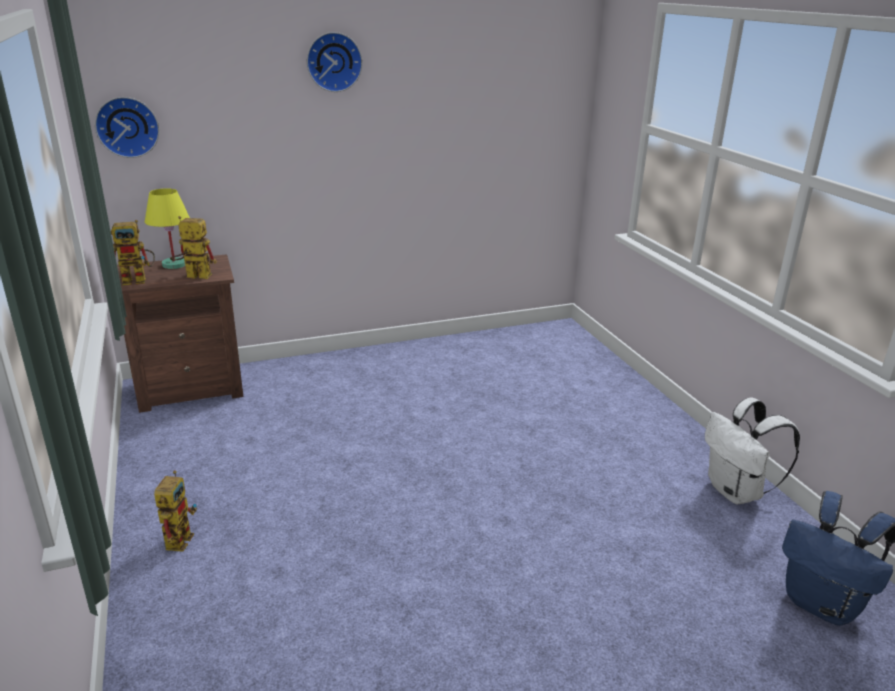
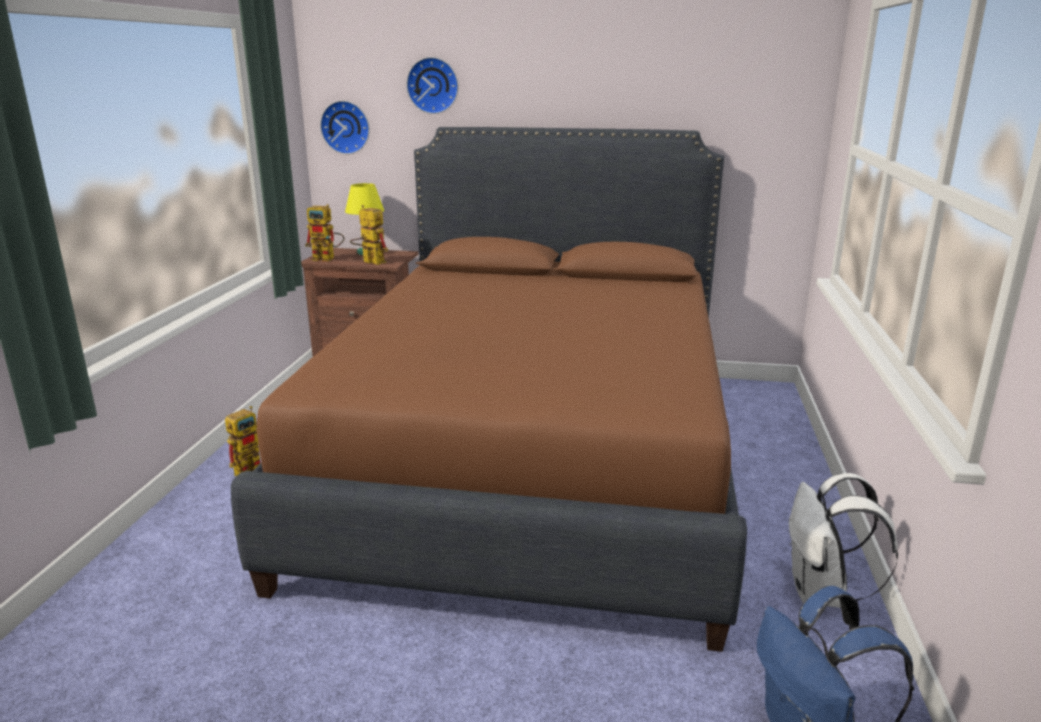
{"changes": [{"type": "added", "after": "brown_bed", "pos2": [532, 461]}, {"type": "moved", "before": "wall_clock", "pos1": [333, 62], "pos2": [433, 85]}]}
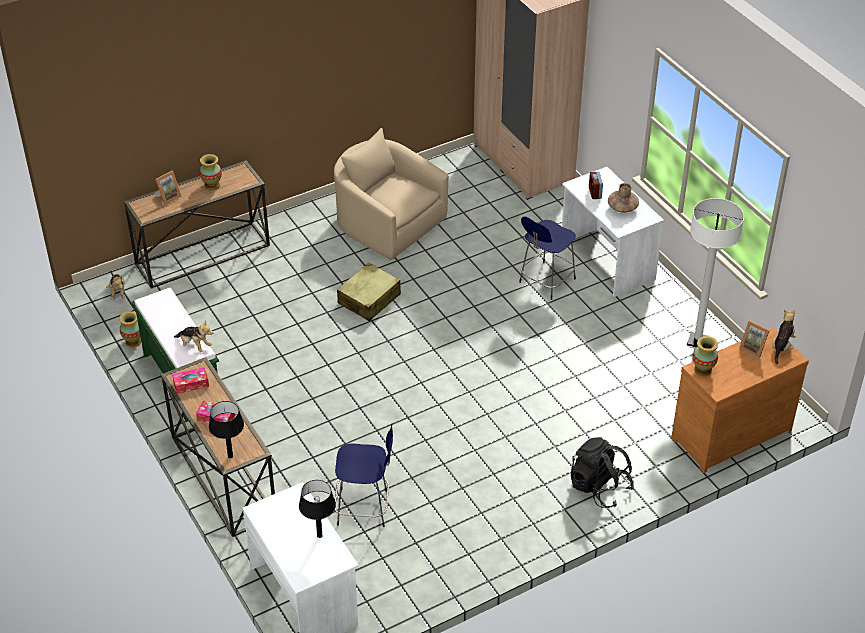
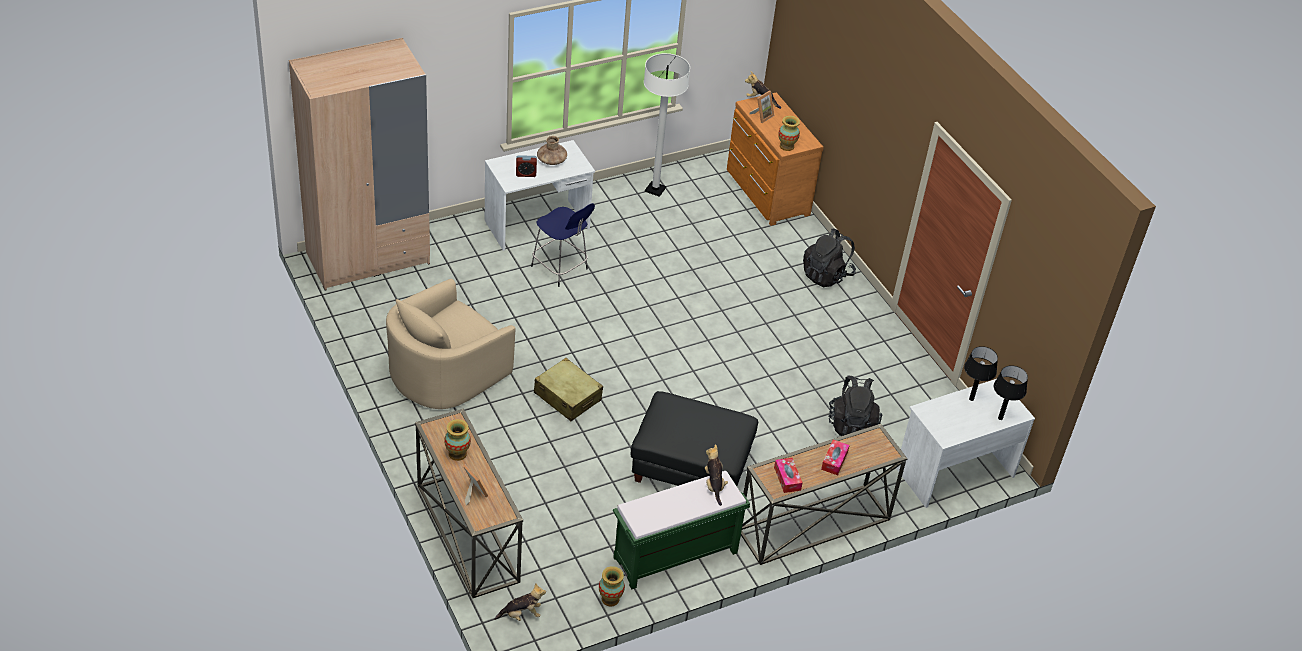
{"changes": [{"type": "added", "after": "black_ottoman", "pos2": [690, 469]}, {"type": "turned", "before": "plush_toy", "pos1": [195, 345], "pos2": [714, 485], "turn": -45}, {"type": "replaced", "before": "blue_stool", "after": "black_backpack", "pos1": [364, 508], "pos2": [852, 424]}, {"type": "moved", "before": "black_table_lamp", "pos1": [230, 456], "pos2": [1000, 418]}]}
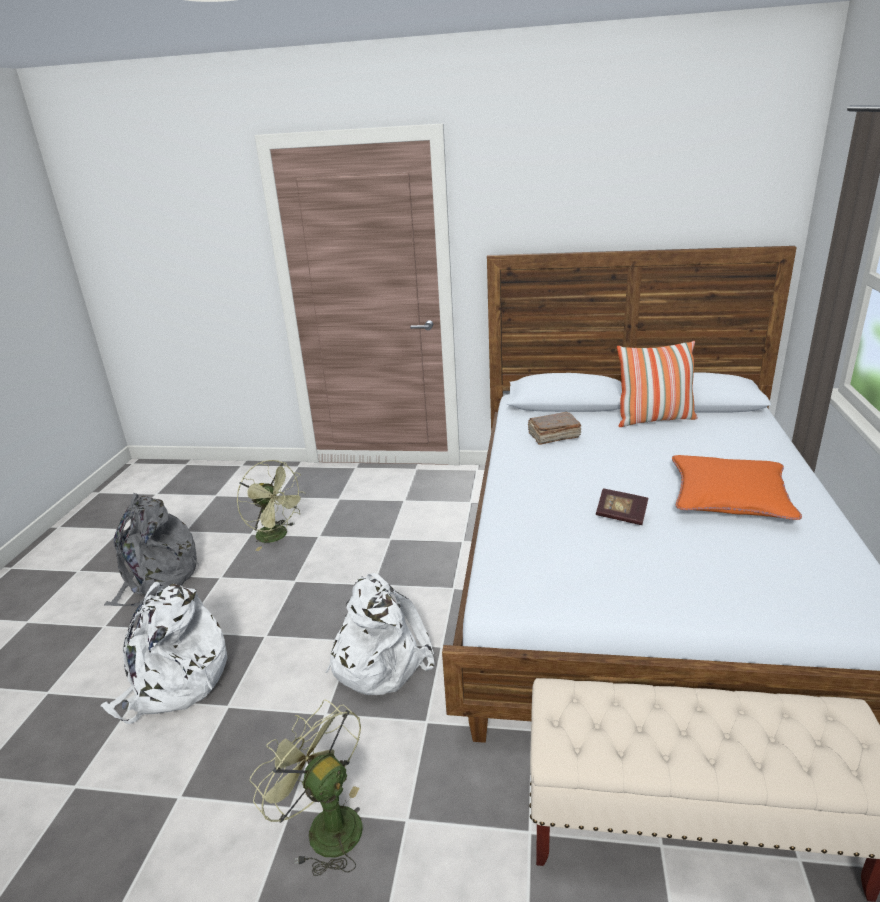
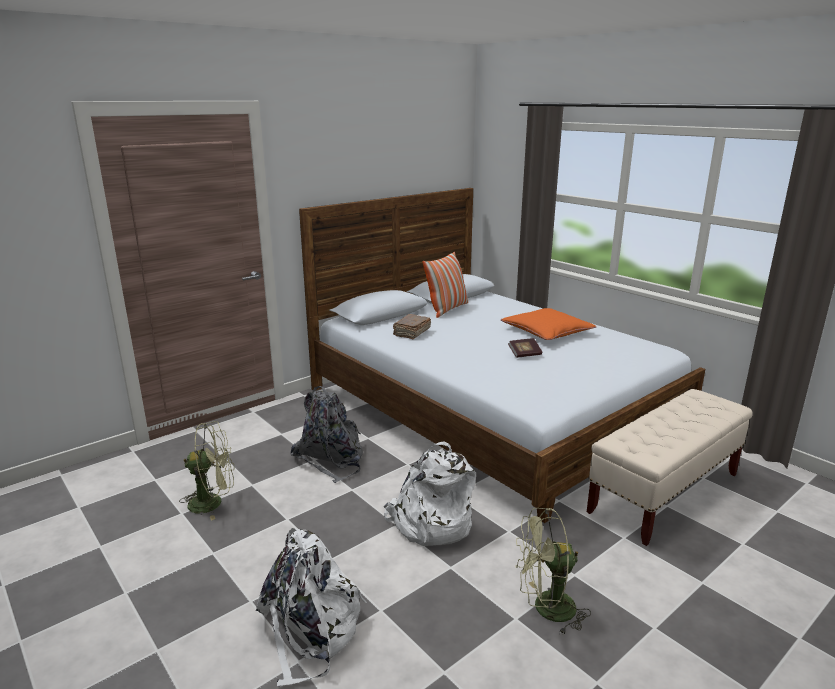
{"changes": [{"type": "moved", "before": "grey_backpack", "pos1": [156, 577], "pos2": [331, 458]}]}
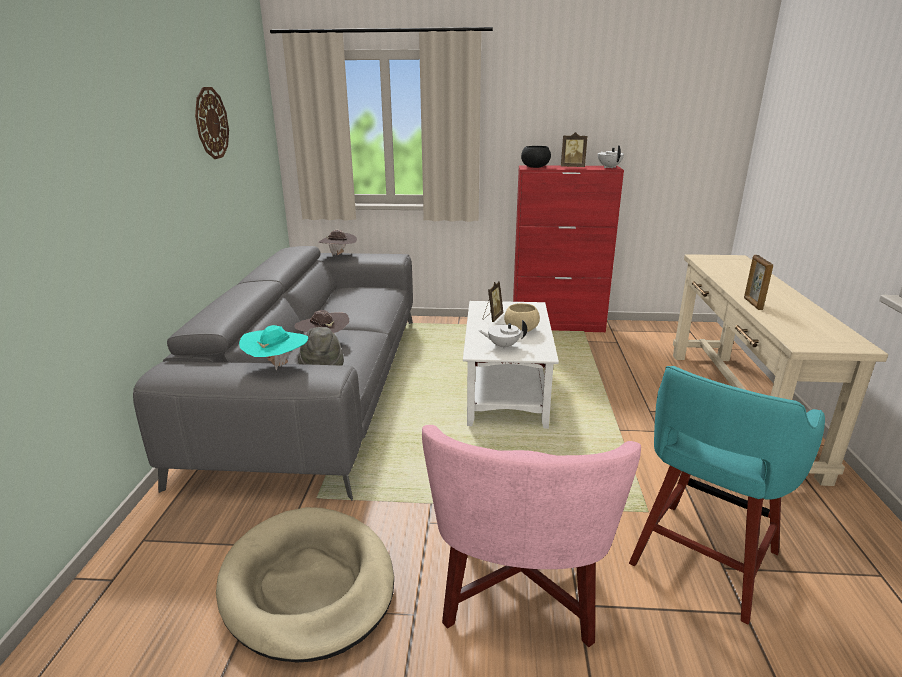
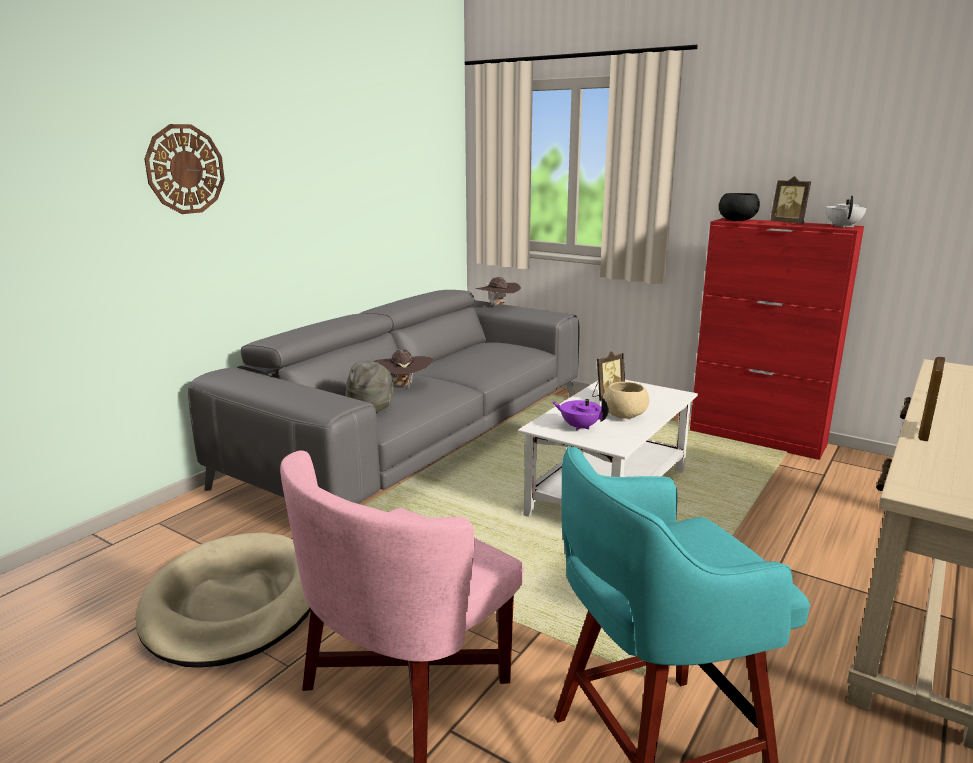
{"changes": [{"type": "moved", "before": "wall_clock", "pos1": [211, 123], "pos2": [185, 169]}, {"type": "recoloured", "before": "white_teapot", "after": "purple_teapot", "pos1": [503, 346], "pos2": [579, 427]}, {"type": "removed", "before": "turquoise_hat", "pos1": [277, 365]}]}
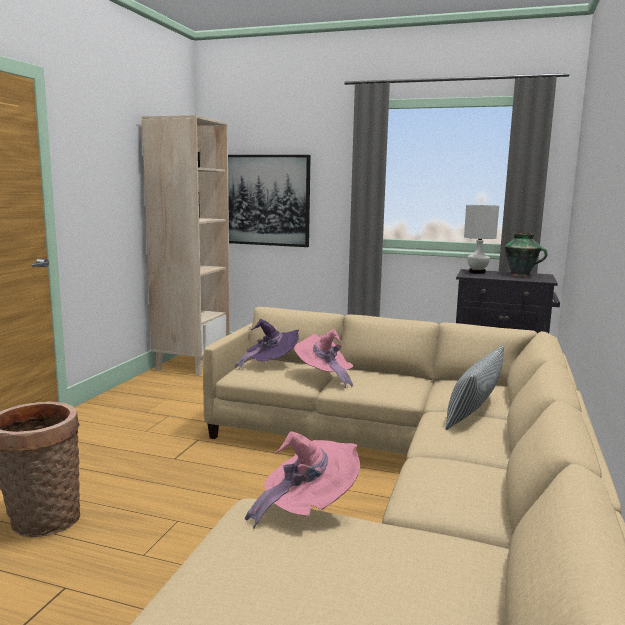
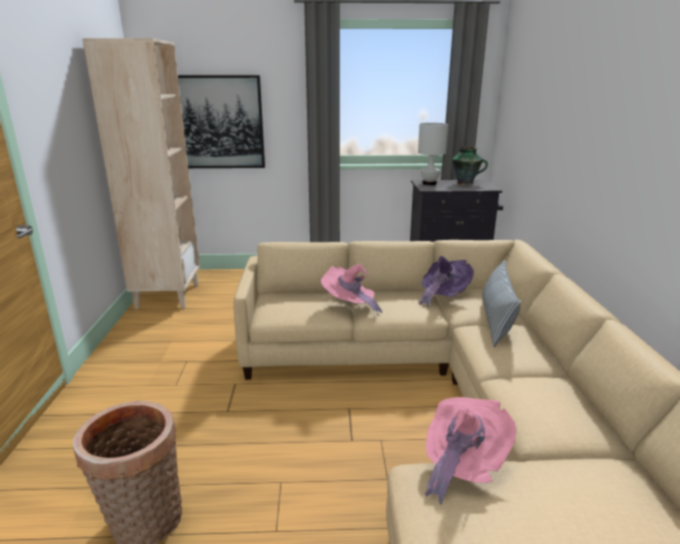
{"changes": [{"type": "moved", "before": "purple_hat", "pos1": [270, 364], "pos2": [443, 295]}]}
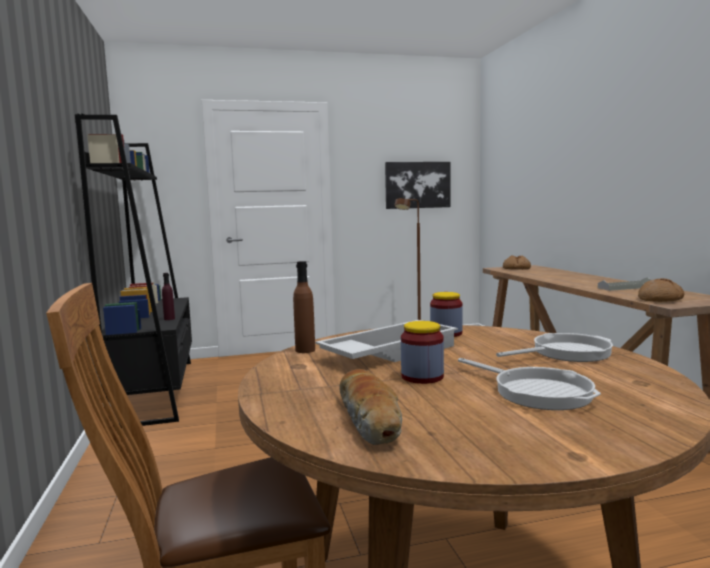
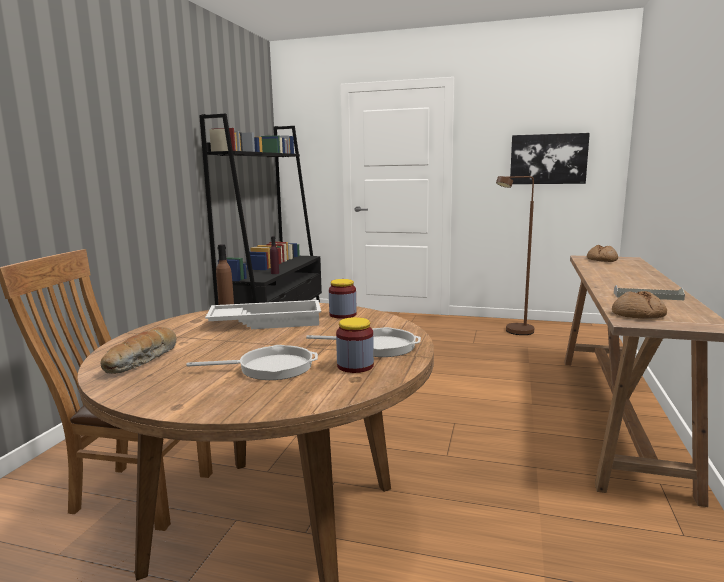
{"changes": [{"type": "turned", "before": "frying_pan", "pos1": [536, 392], "pos2": [270, 367], "turn": -90}, {"type": "moved", "before": "jar", "pos1": [422, 377], "pos2": [355, 366]}]}
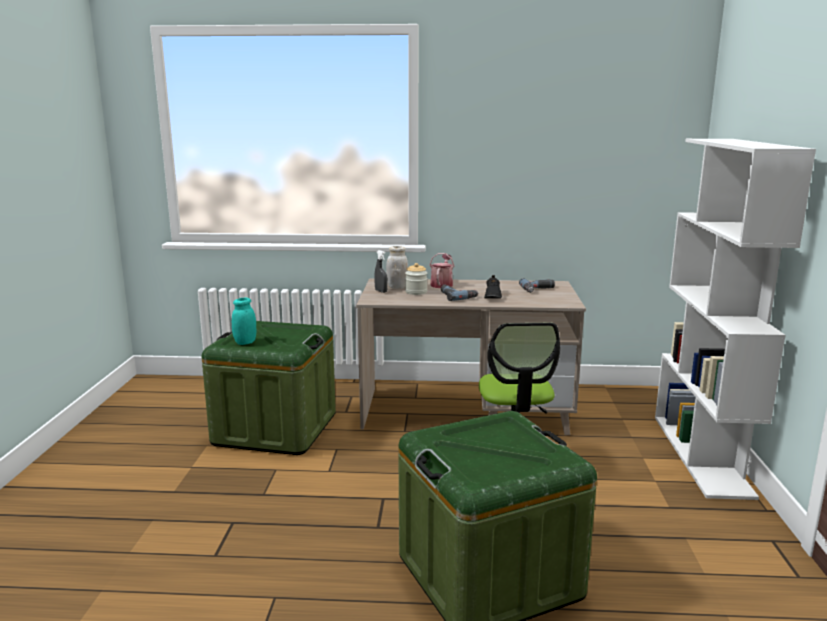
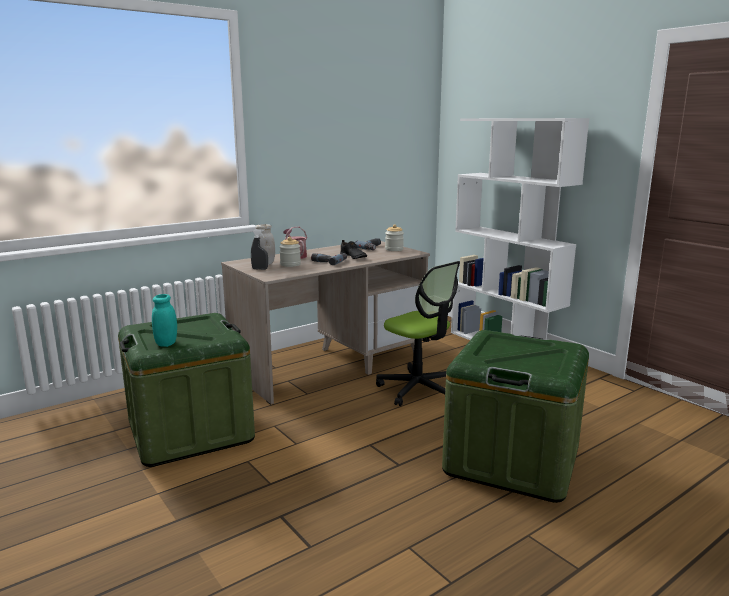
{"changes": [{"type": "added", "after": "jar", "pos2": [394, 249]}]}
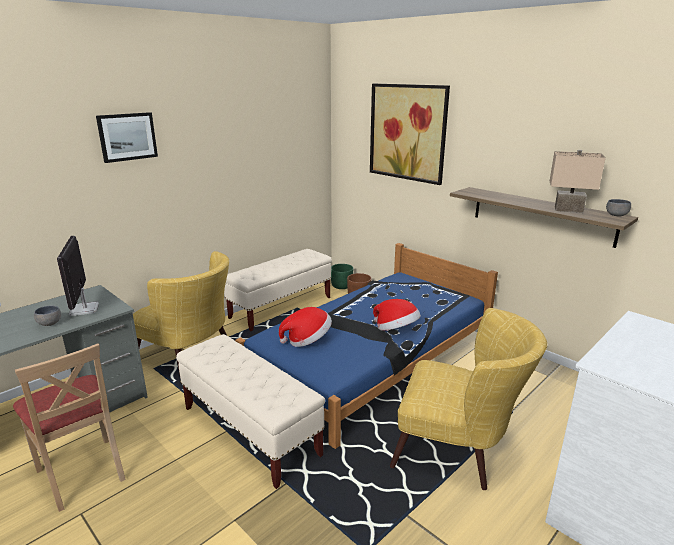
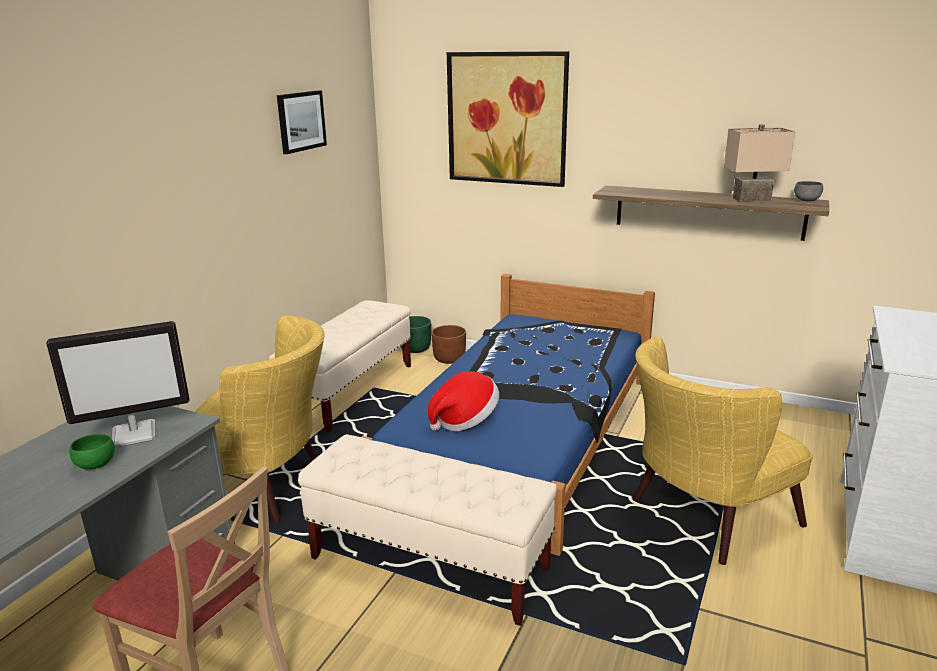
{"changes": [{"type": "turned", "before": "monitor", "pos1": [84, 310], "pos2": [135, 434], "turn": -75}, {"type": "recoloured", "before": "grey_bowl", "after": "green_bowl", "pos1": [50, 323], "pos2": [97, 464]}, {"type": "moved", "before": "picture", "pos1": [127, 137], "pos2": [301, 121]}, {"type": "turned", "before": "yellow_armchair", "pos1": [458, 449], "pos2": [702, 517], "turn": 150}, {"type": "removed", "before": "hat", "pos1": [396, 330]}]}
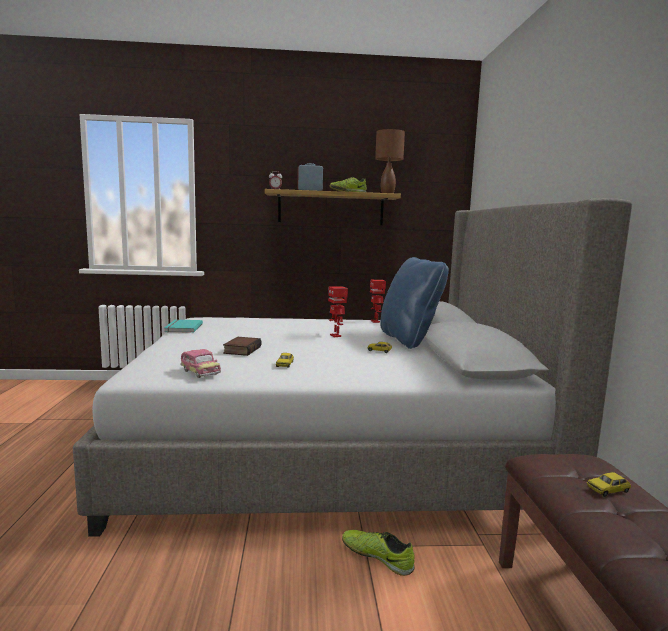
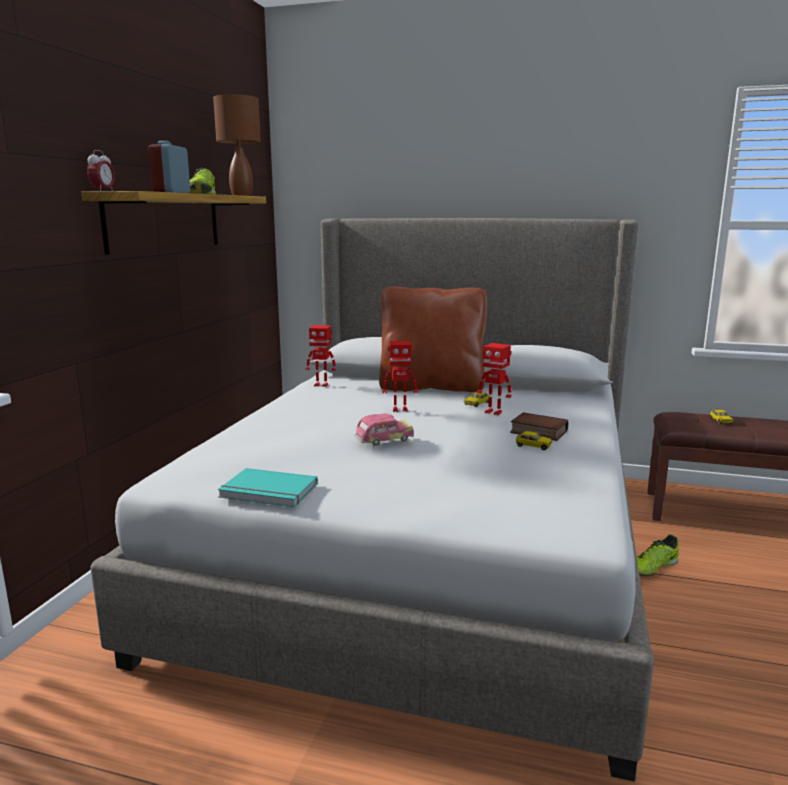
{"changes": [{"type": "moved", "before": "toy_car", "pos1": [200, 372], "pos2": [384, 440]}, {"type": "recoloured", "before": "blue_pillow", "after": "brown_pillow", "pos1": [409, 340], "pos2": [431, 387]}, {"type": "added", "after": "toy_robot", "pos2": [494, 412]}, {"type": "moved", "before": "book", "pos1": [241, 350], "pos2": [537, 432]}]}
